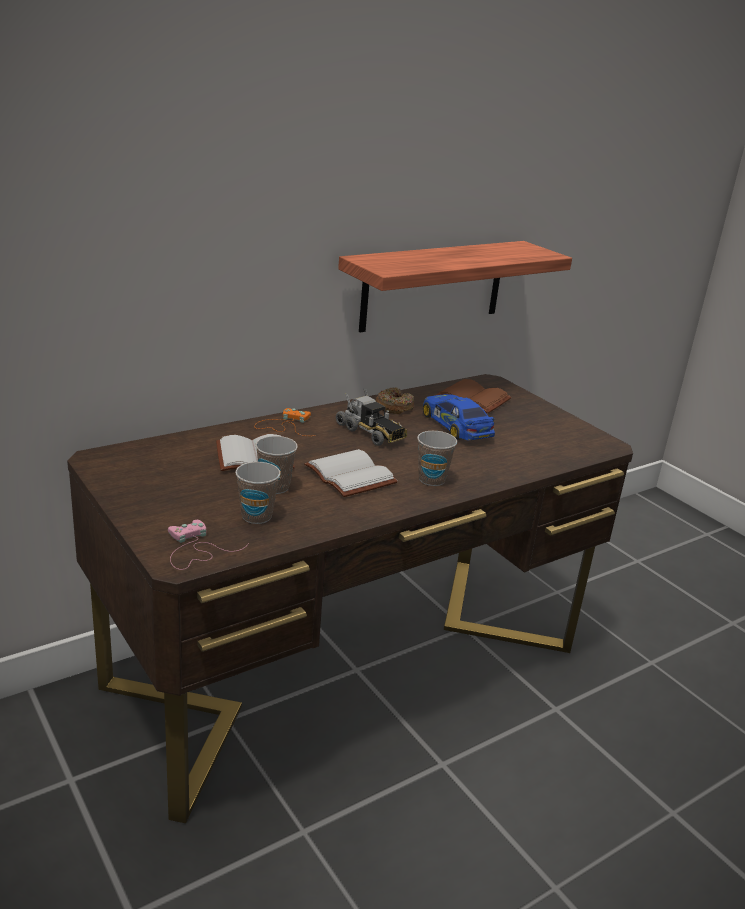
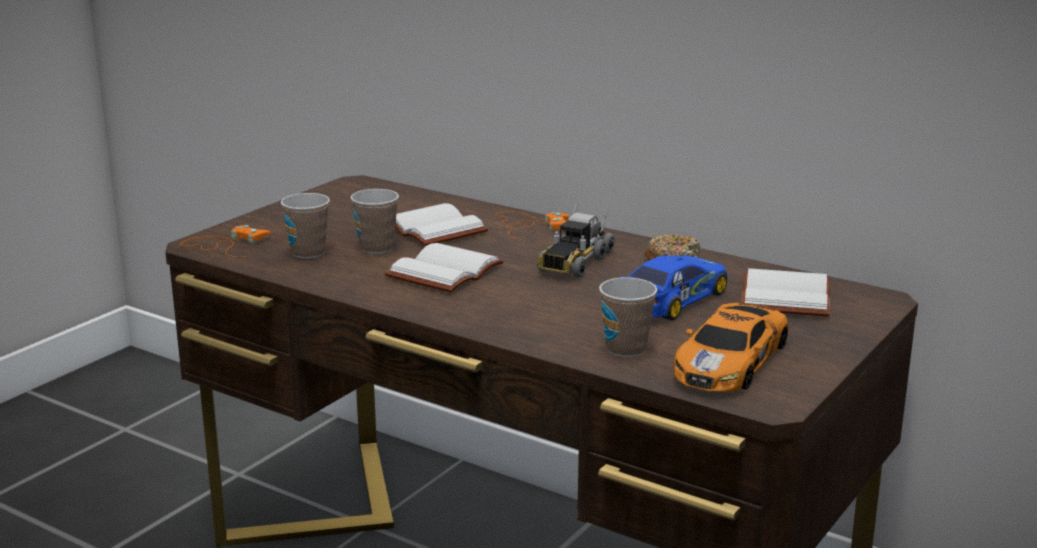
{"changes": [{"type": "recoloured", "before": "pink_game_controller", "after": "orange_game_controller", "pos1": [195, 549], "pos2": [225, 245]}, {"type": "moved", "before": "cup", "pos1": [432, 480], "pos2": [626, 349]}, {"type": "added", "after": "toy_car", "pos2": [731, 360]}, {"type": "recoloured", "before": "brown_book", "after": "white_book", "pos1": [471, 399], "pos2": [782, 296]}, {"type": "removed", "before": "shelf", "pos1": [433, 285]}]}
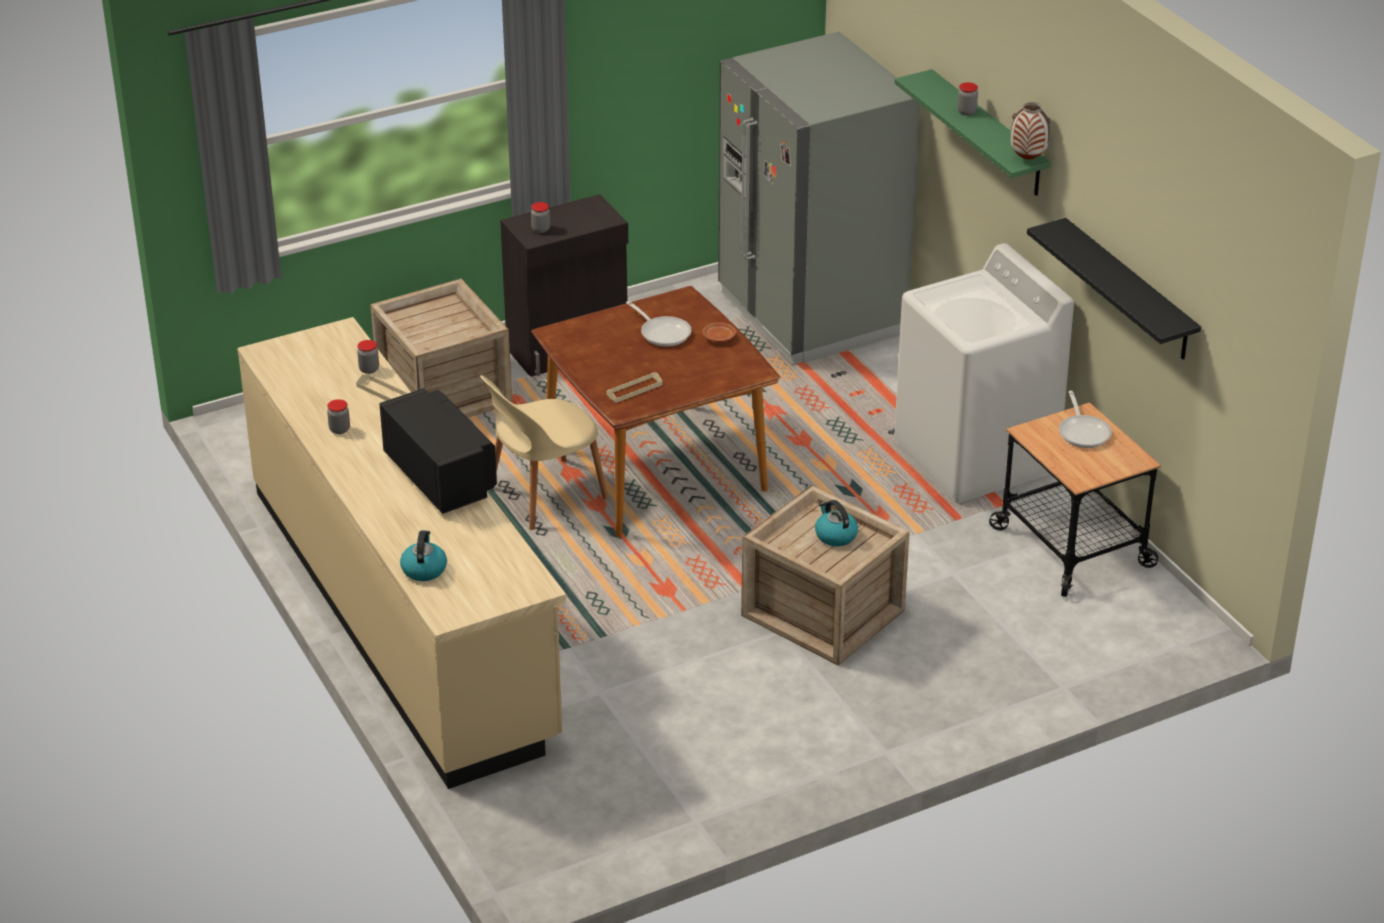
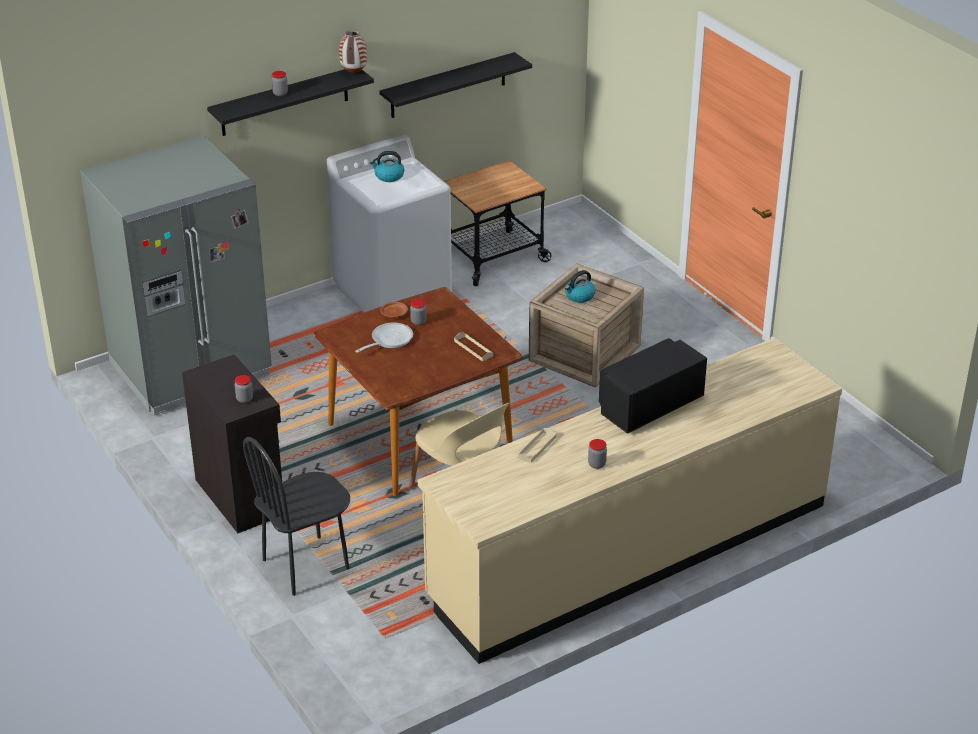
{"changes": [{"type": "recoloured", "before": "green_shelf", "after": "black_shelf", "pos1": [988, 134], "pos2": [284, 101]}, {"type": "replaced", "before": "crate", "after": "black_chair", "pos1": [444, 390], "pos2": [306, 565]}, {"type": "moved", "before": "kettle", "pos1": [424, 569], "pos2": [388, 176]}, {"type": "moved", "before": "jar", "pos1": [369, 369], "pos2": [418, 322]}, {"type": "removed", "before": "frying_pan", "pos1": [1083, 432]}]}
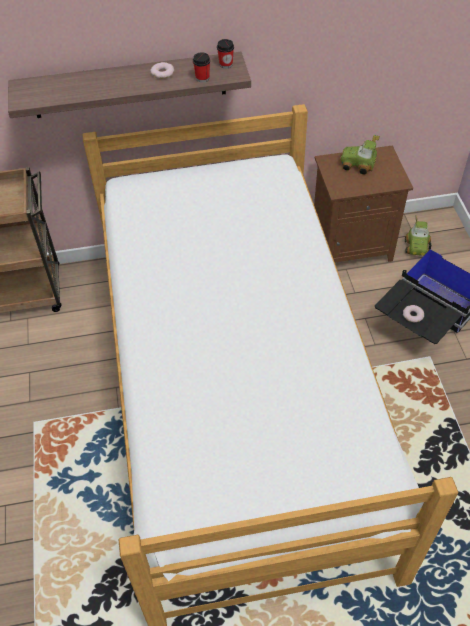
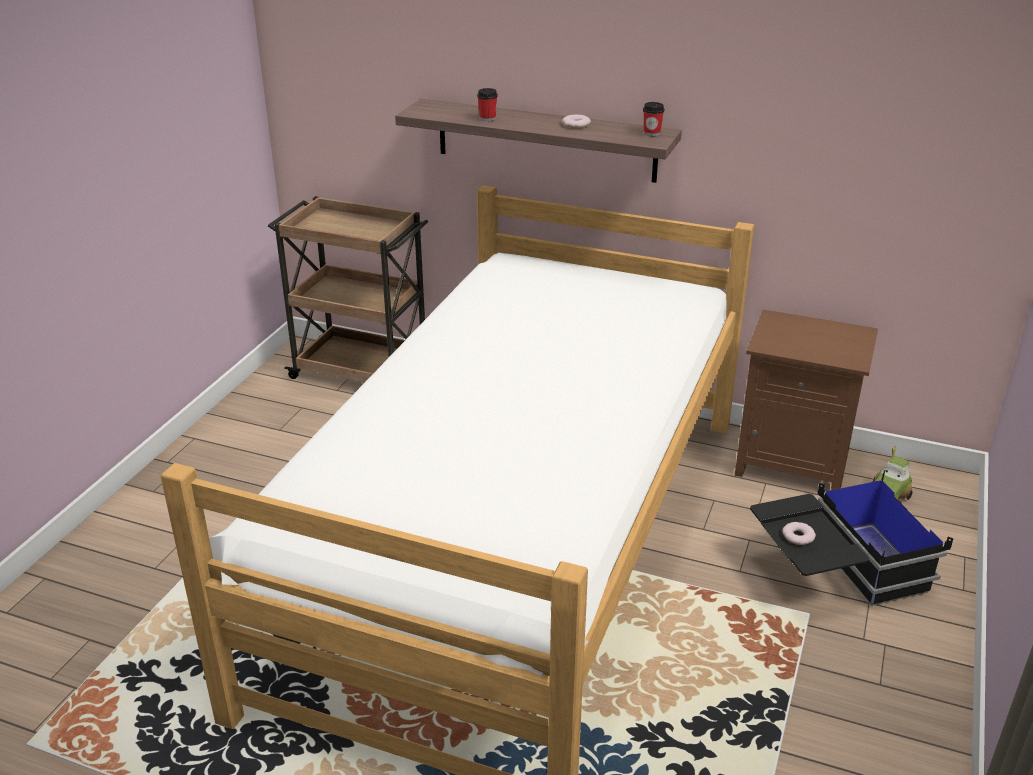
{"changes": [{"type": "moved", "before": "cup", "pos1": [202, 78], "pos2": [487, 119]}, {"type": "removed", "before": "toy_car", "pos1": [358, 165]}]}
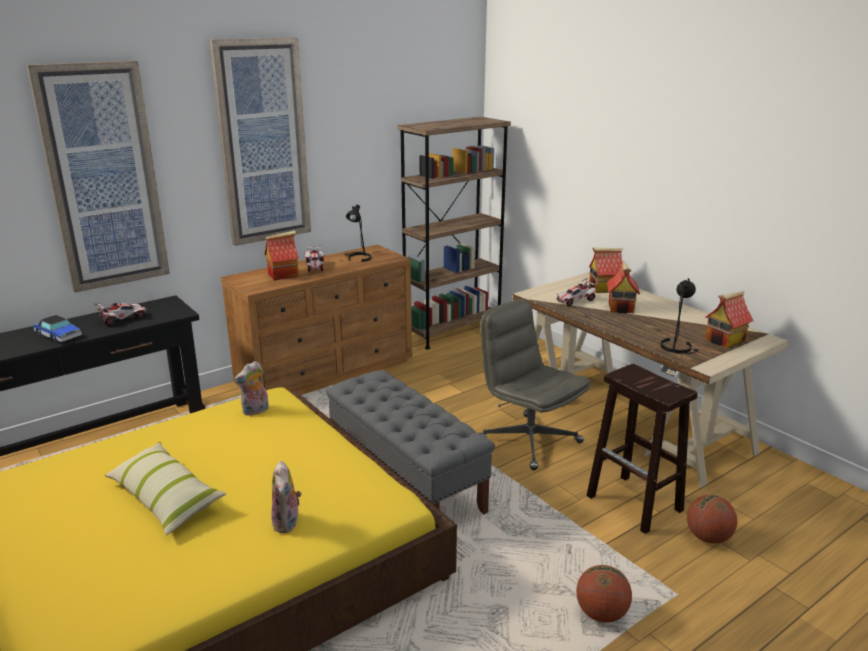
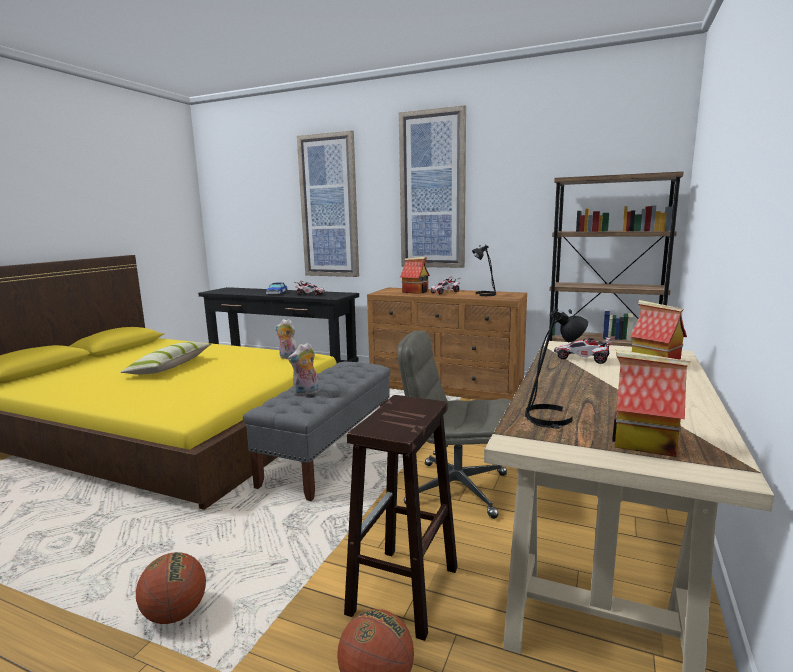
{"changes": [{"type": "moved", "before": "plush_toy", "pos1": [288, 523], "pos2": [306, 393]}, {"type": "turned", "before": "grey_office_chair", "pos1": [528, 441], "pos2": [456, 489], "turn": -90}, {"type": "removed", "before": "toy_house", "pos1": [621, 308]}]}
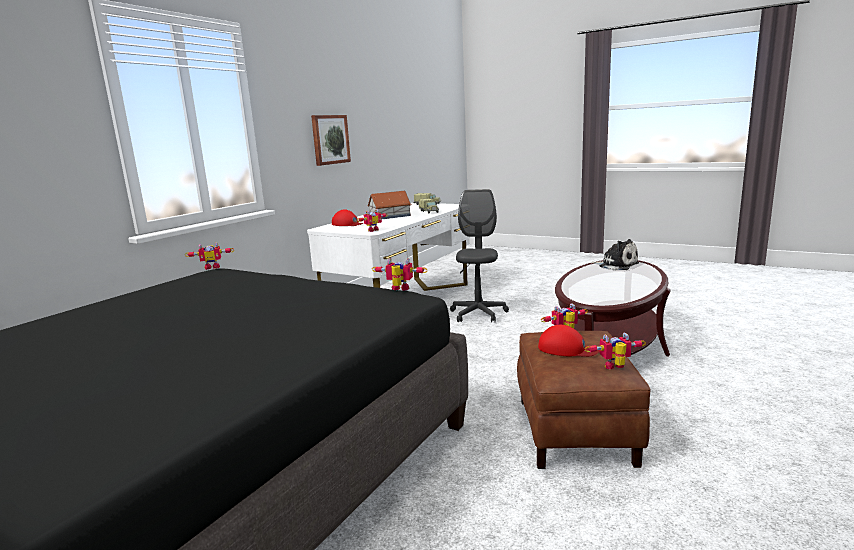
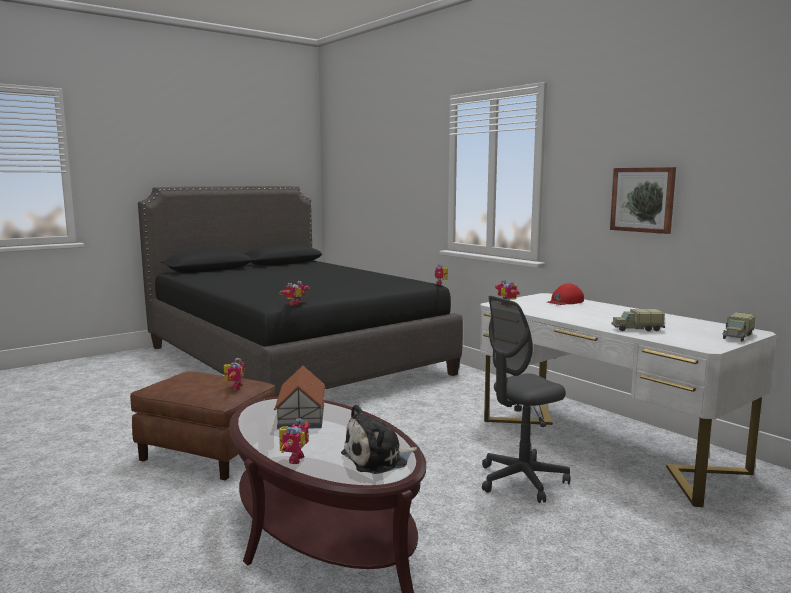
{"changes": [{"type": "moved", "before": "toy_house", "pos1": [389, 216], "pos2": [302, 416]}, {"type": "moved", "before": "toy_robot", "pos1": [616, 368], "pos2": [292, 459]}, {"type": "turned", "before": "grey_office_chair", "pos1": [478, 314], "pos2": [521, 481], "turn": 120}, {"type": "removed", "before": "red_cap", "pos1": [567, 349]}]}
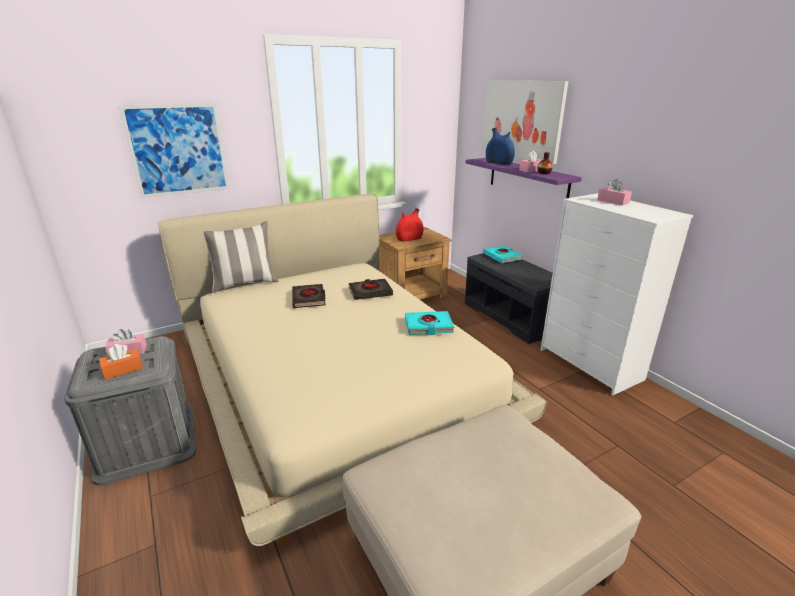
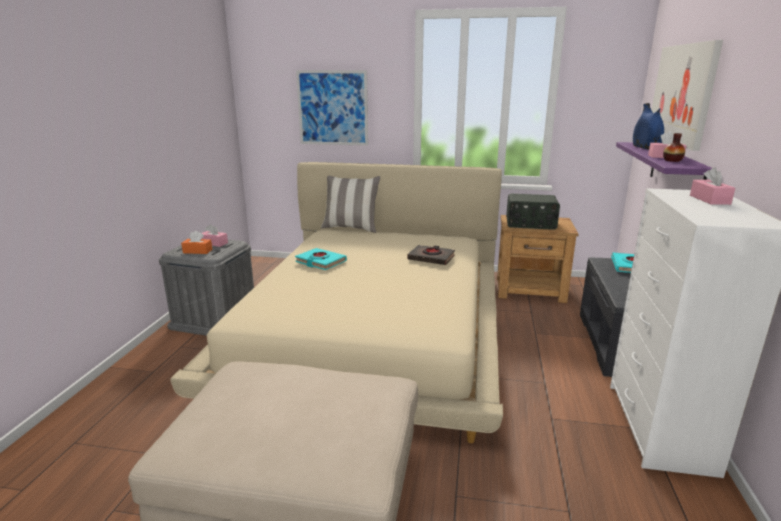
{"changes": [{"type": "moved", "before": "turquoise_book", "pos1": [428, 326], "pos2": [320, 262]}, {"type": "replaced", "before": "red_vase", "after": "radio", "pos1": [409, 239], "pos2": [530, 224]}, {"type": "removed", "before": "black_book", "pos1": [309, 299]}]}
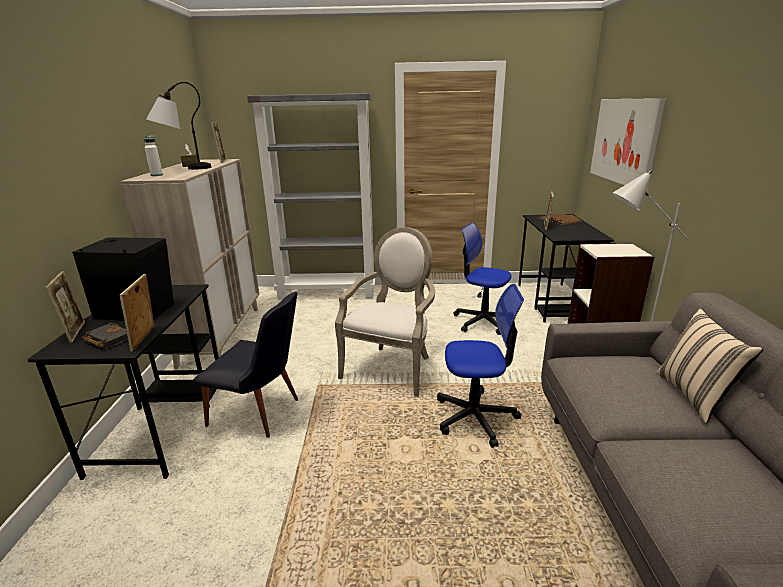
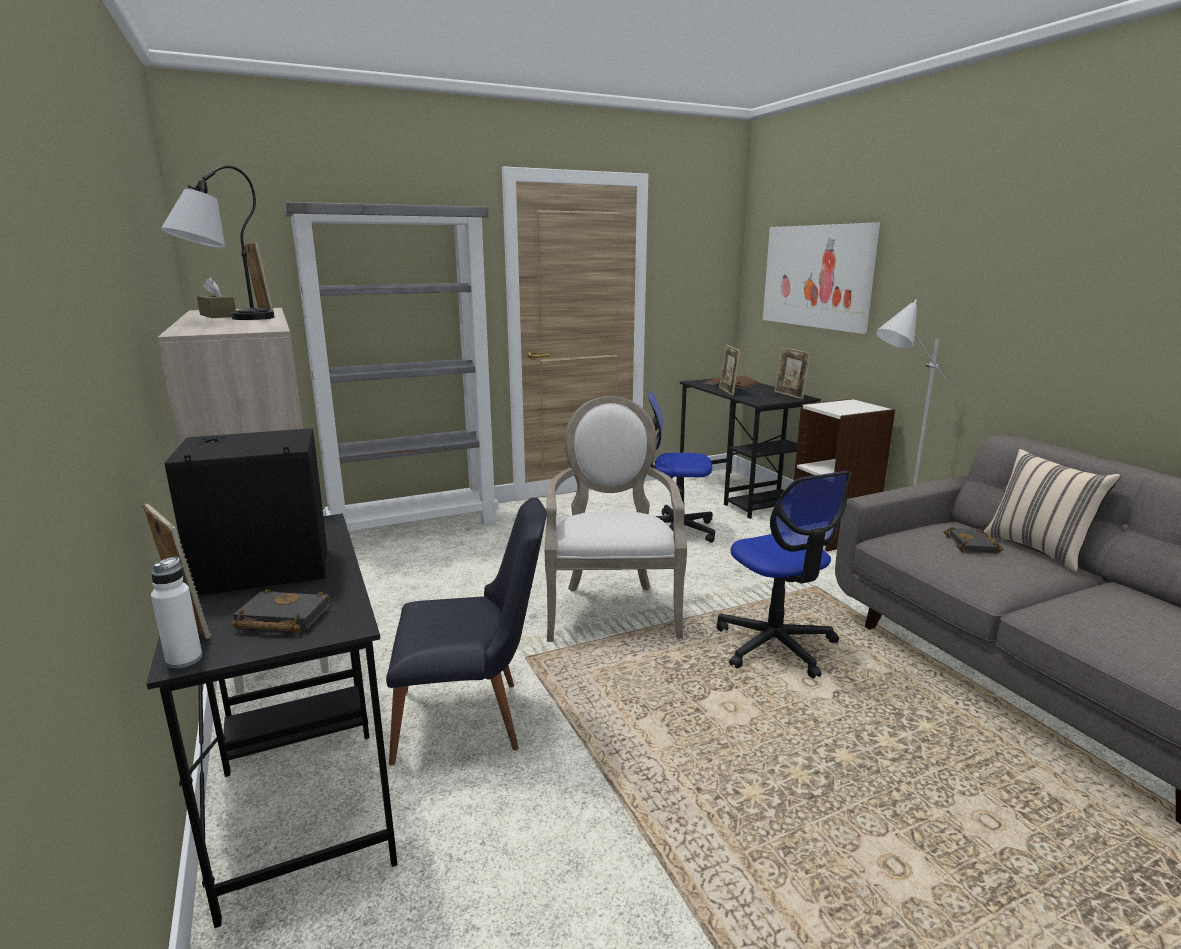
{"changes": [{"type": "moved", "before": "white_bottle", "pos1": [156, 175], "pos2": [184, 659]}, {"type": "turned", "before": "office_chair", "pos1": [475, 417], "pos2": [775, 645], "turn": 90}, {"type": "moved", "before": "picture_frame", "pos1": [145, 339], "pos2": [790, 395]}, {"type": "added", "after": "black_book", "pos2": [973, 545]}]}
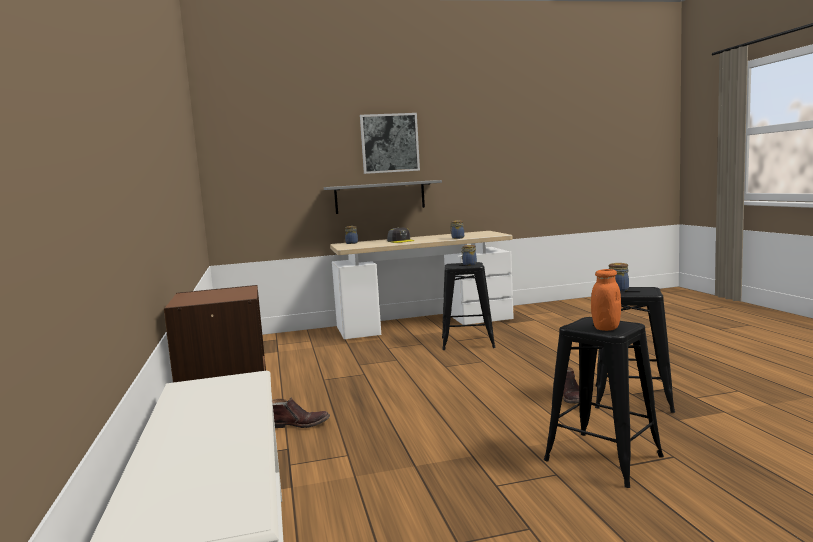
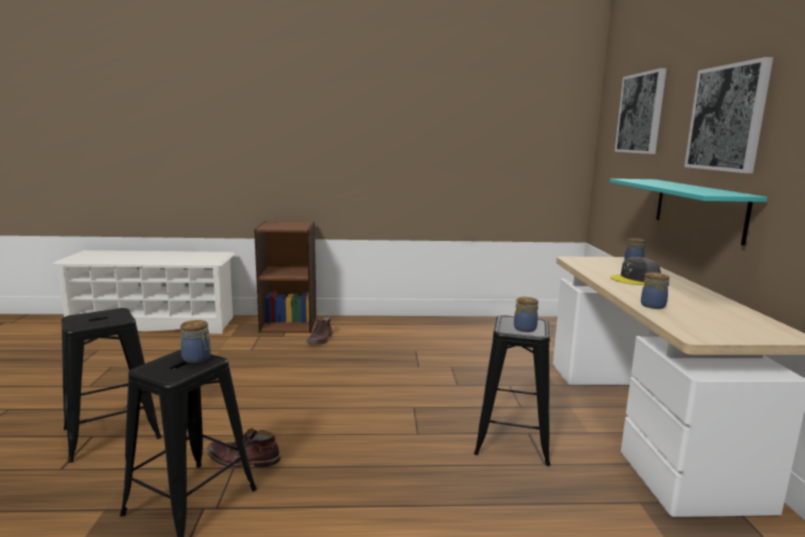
{"changes": [{"type": "recoloured", "before": "grey_shelf", "after": "turquoise_shelf", "pos1": [380, 197], "pos2": [698, 209]}, {"type": "added", "after": "picture", "pos2": [641, 113]}, {"type": "removed", "before": "orange_jar", "pos1": [606, 328]}]}
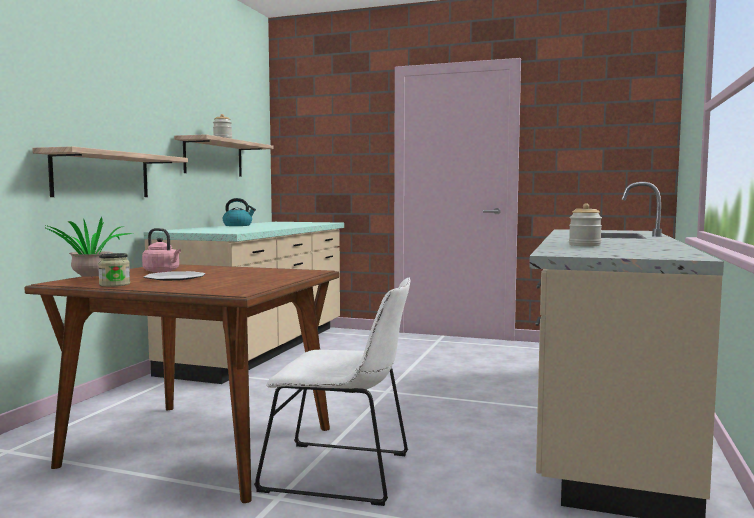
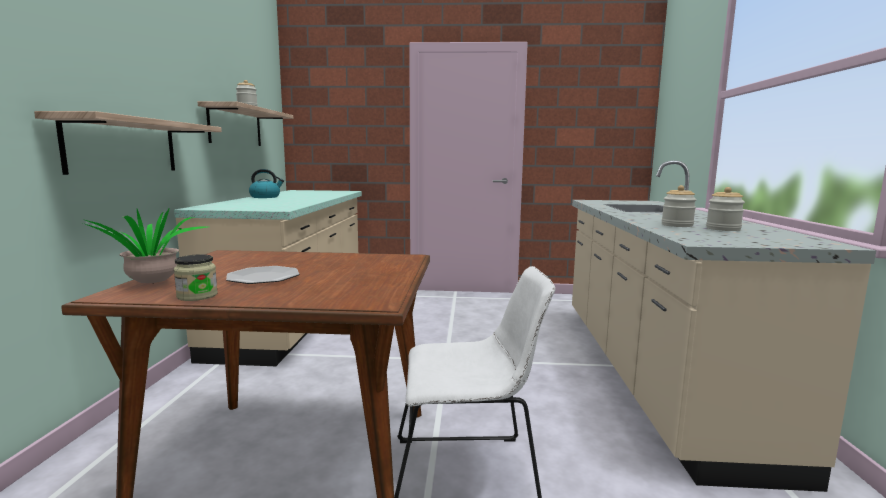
{"changes": [{"type": "added", "after": "jar", "pos2": [723, 229]}, {"type": "removed", "before": "pink_kettle", "pos1": [163, 271]}]}
